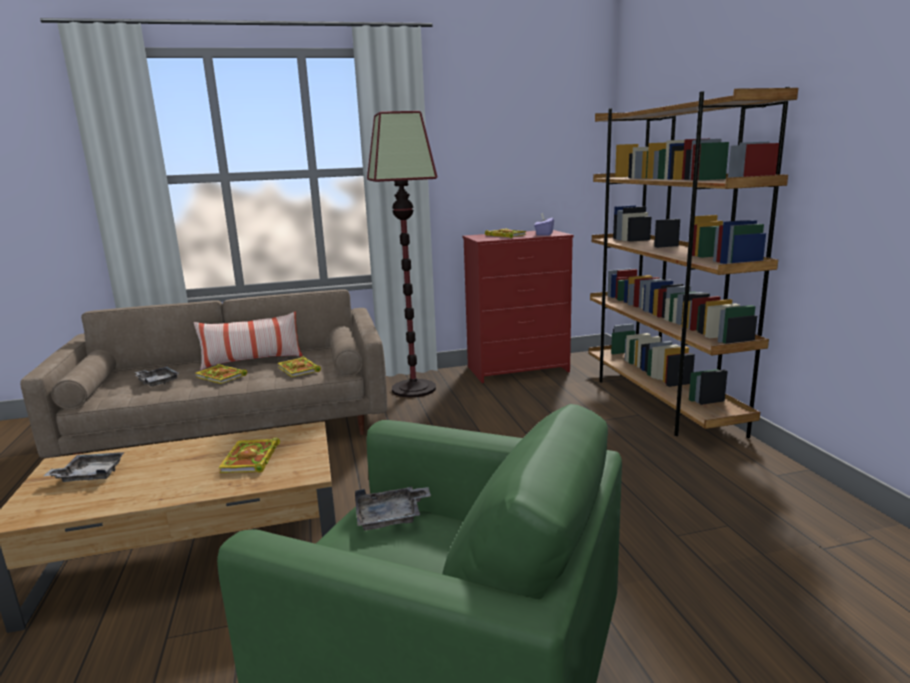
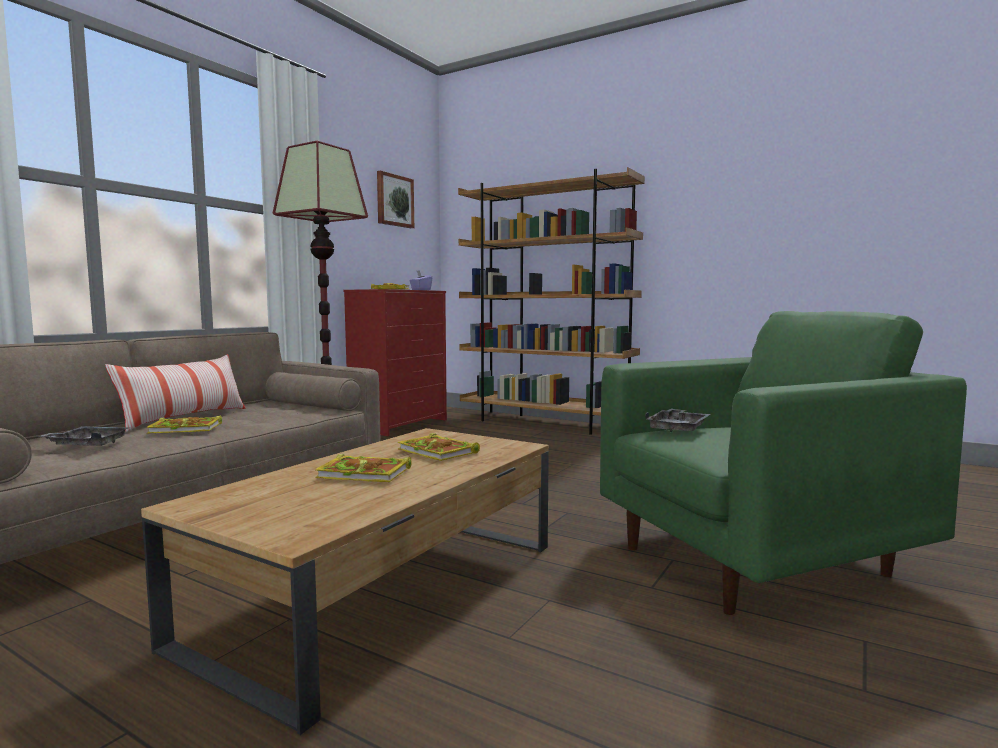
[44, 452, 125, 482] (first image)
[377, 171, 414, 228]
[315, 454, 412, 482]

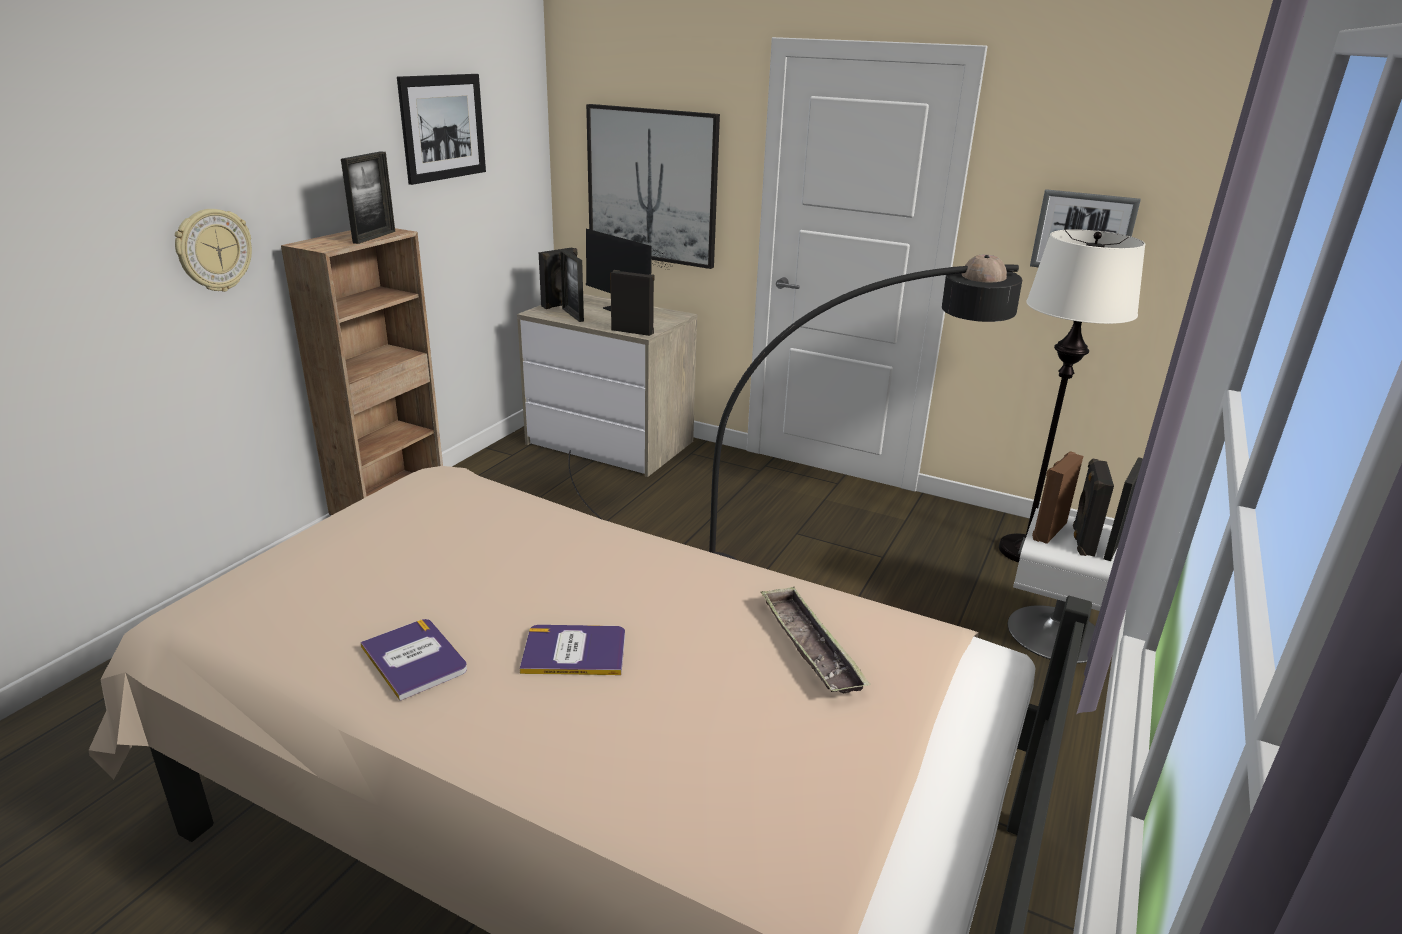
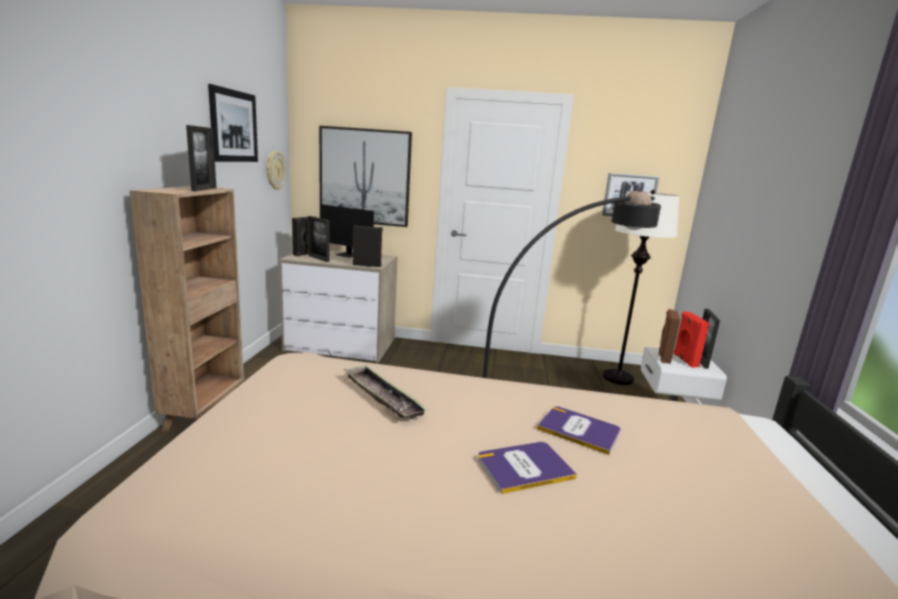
[266, 151, 286, 190]
[537, 406, 621, 455]
[344, 365, 429, 418]
[674, 311, 710, 368]

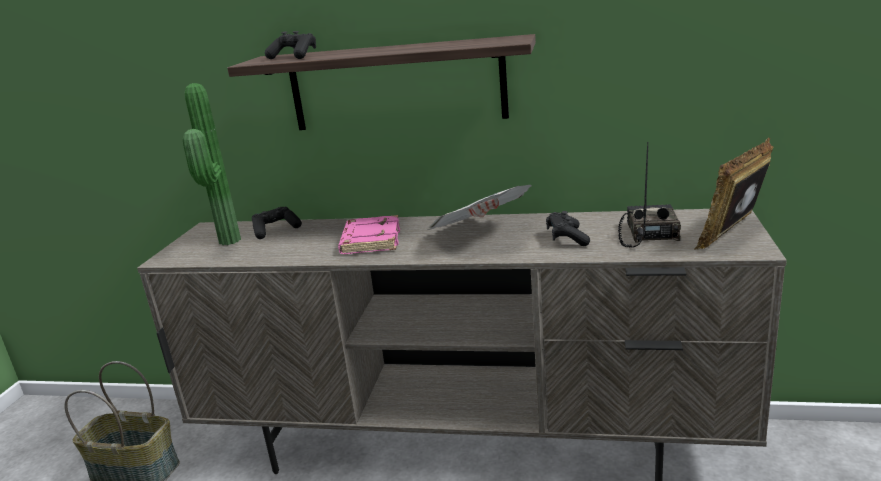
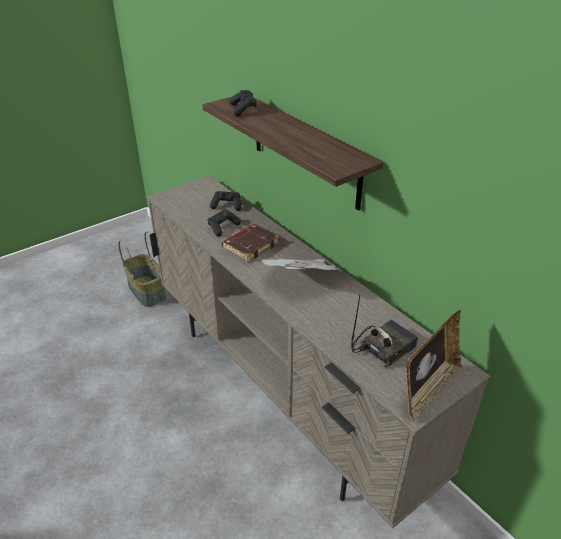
[183, 83, 241, 245] (first image)
[207, 210, 241, 236]
[222, 224, 279, 262]
[406, 310, 462, 422]

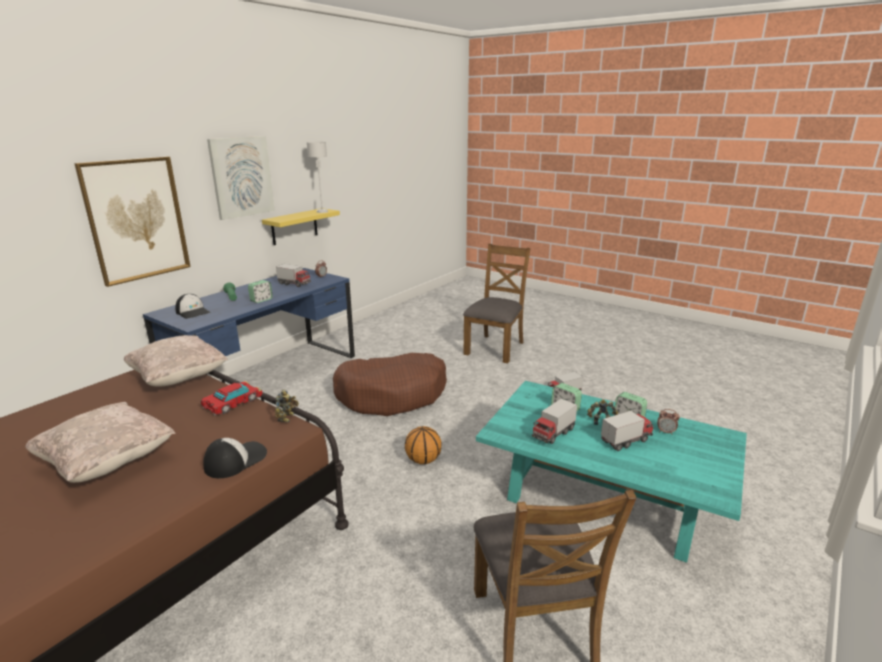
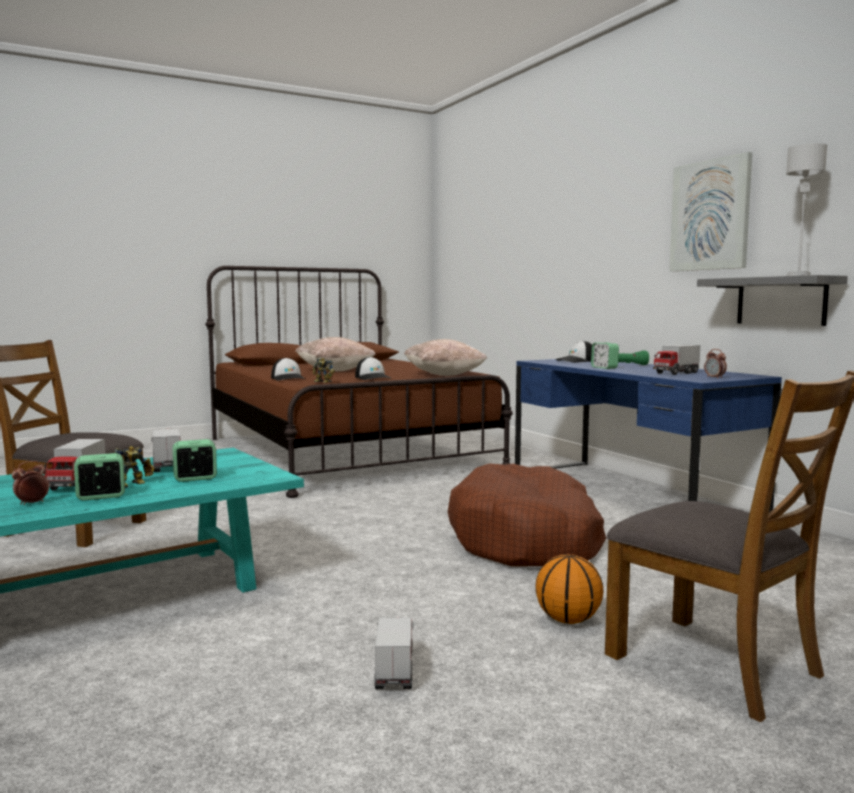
[74, 156, 190, 287] (first image)
[535, 554, 603, 624]
[355, 357, 391, 380]
[697, 275, 848, 326]

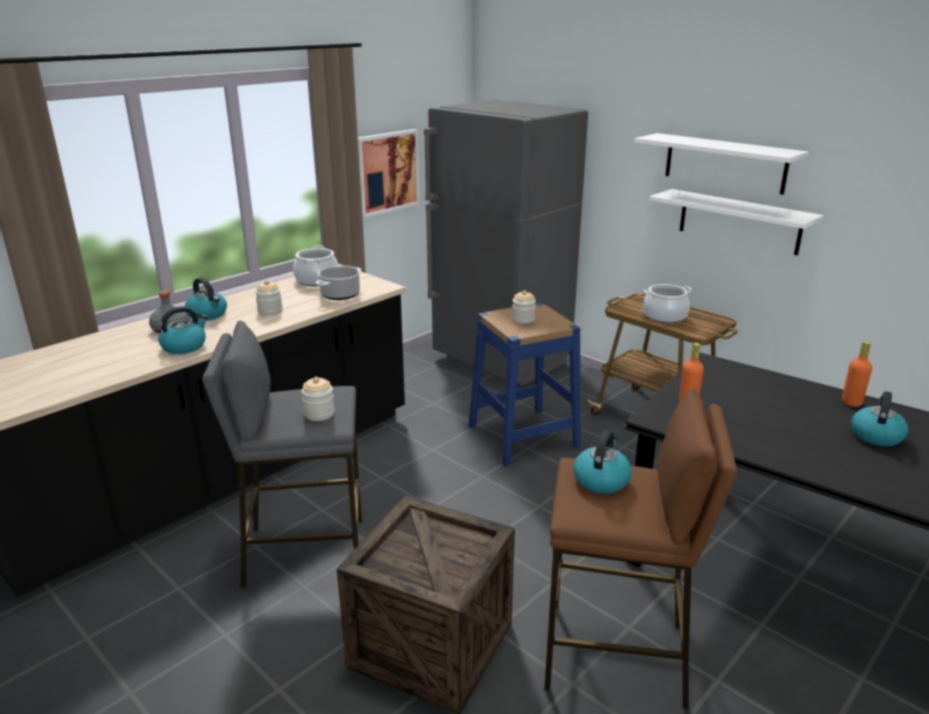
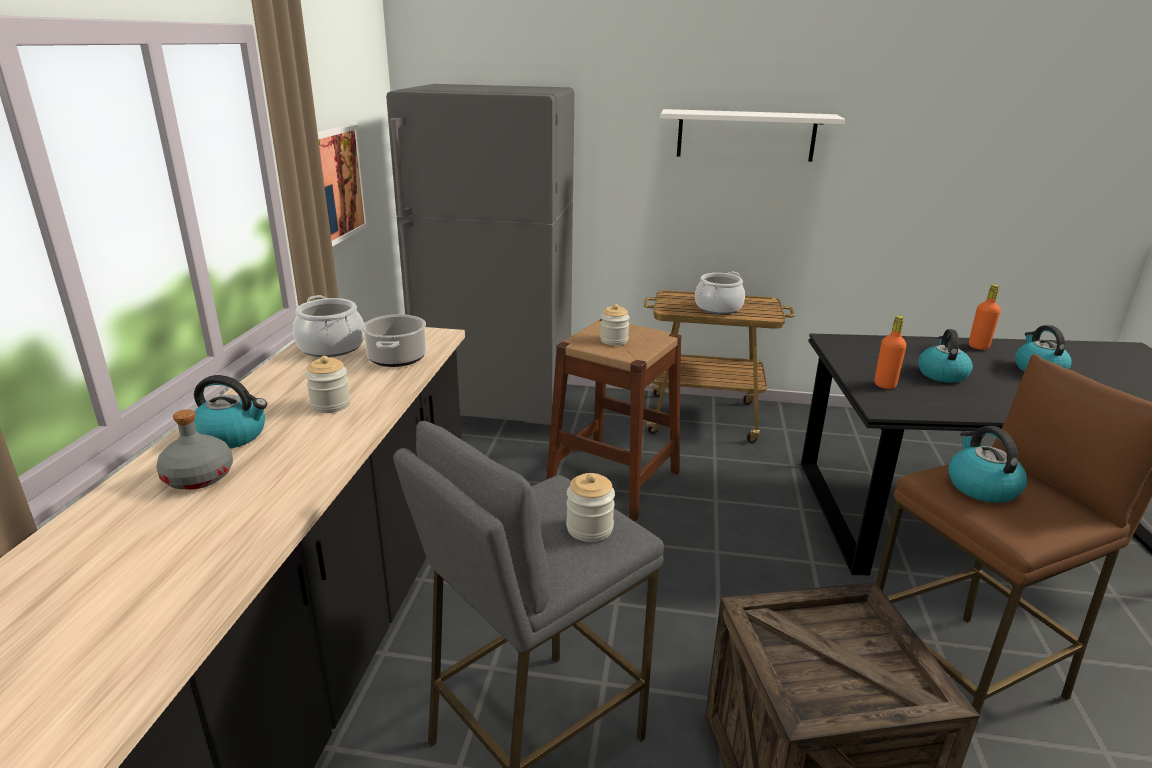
[650, 189, 823, 255] (first image)
[918, 329, 973, 383]
[546, 319, 681, 521]

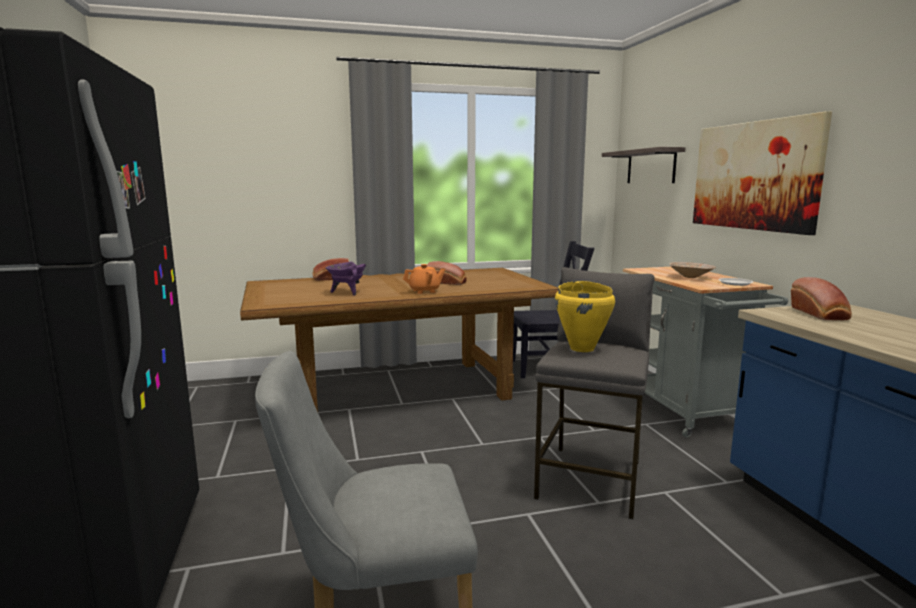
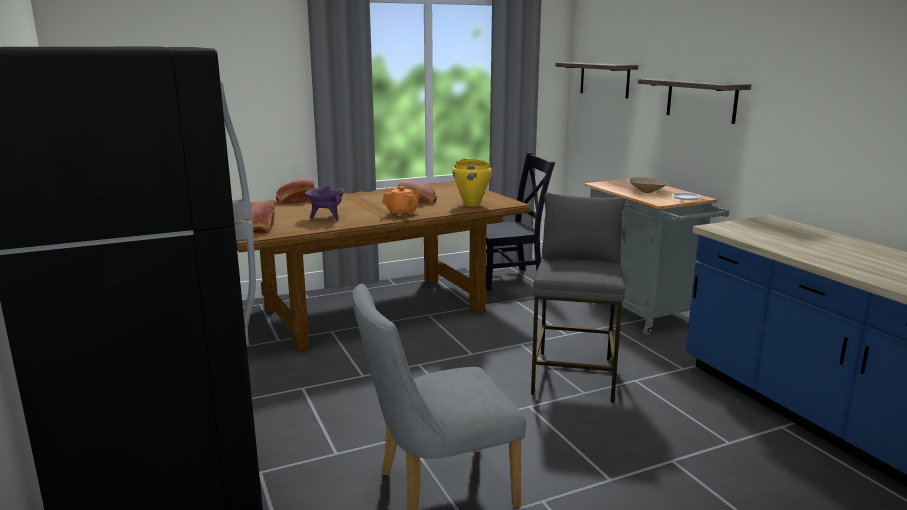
[453, 159, 492, 207]
[248, 201, 275, 234]
[638, 78, 751, 124]

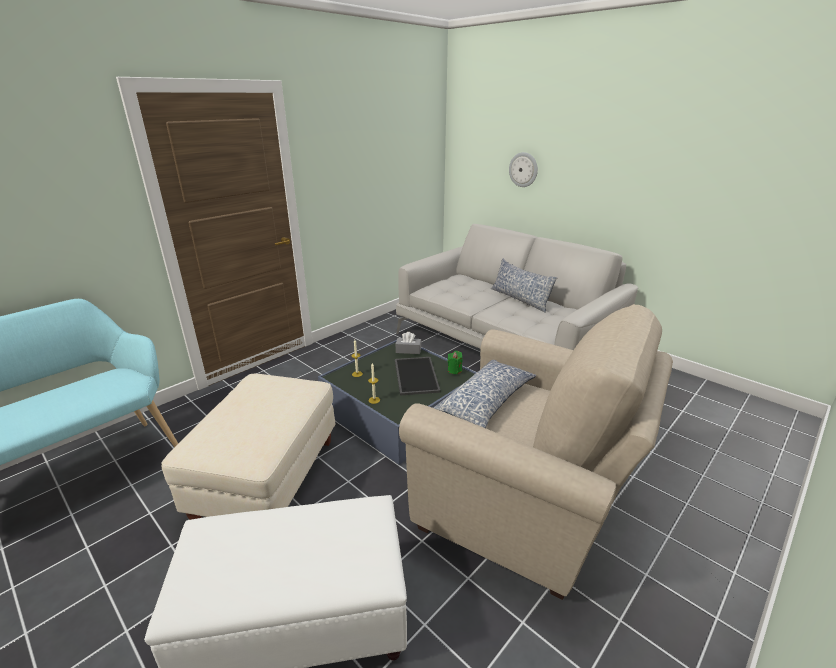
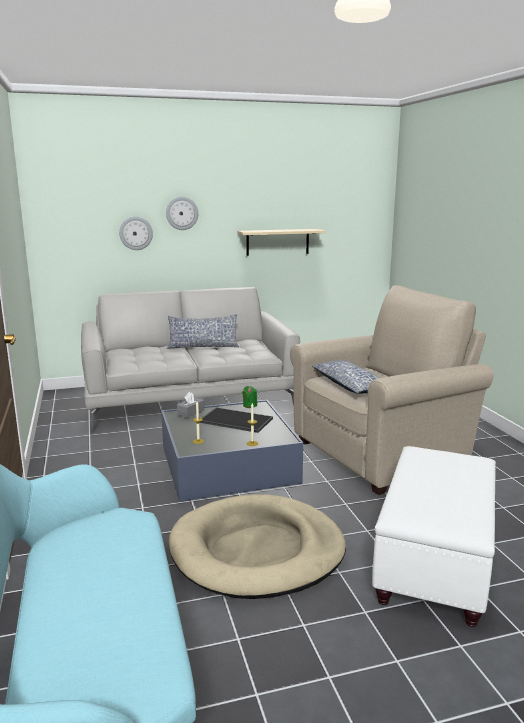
[166, 197, 198, 230]
[237, 229, 326, 256]
[169, 494, 346, 599]

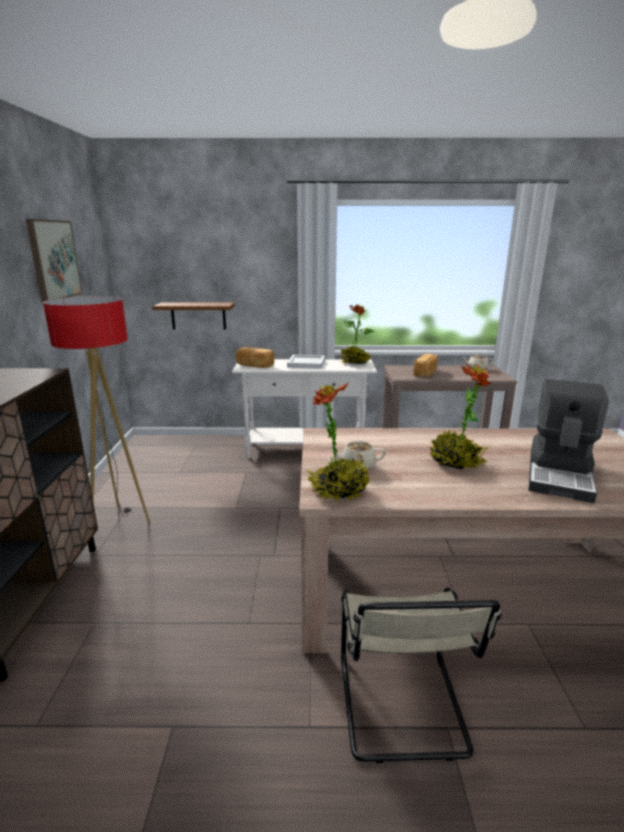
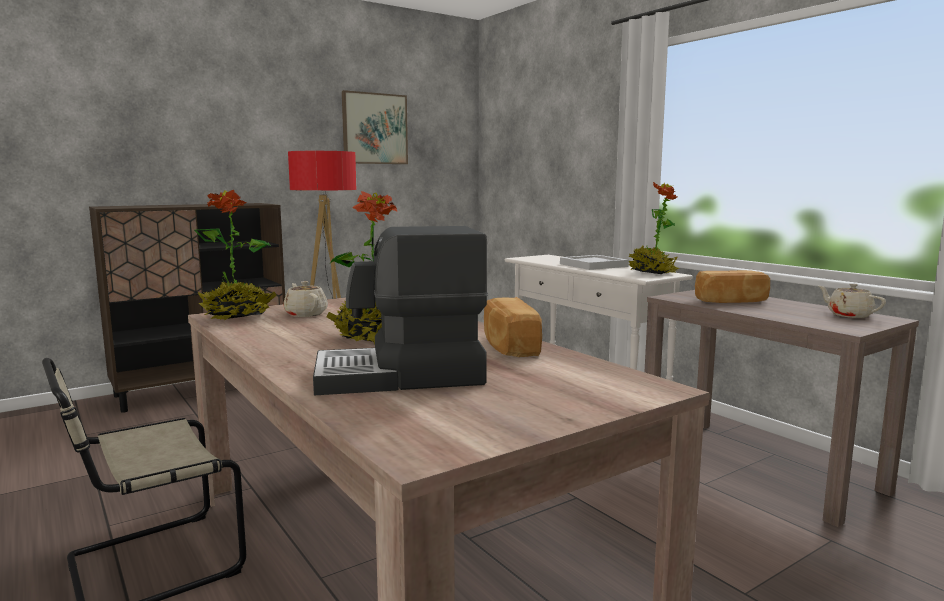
[152, 303, 235, 330] (first image)
[484, 297, 542, 357]

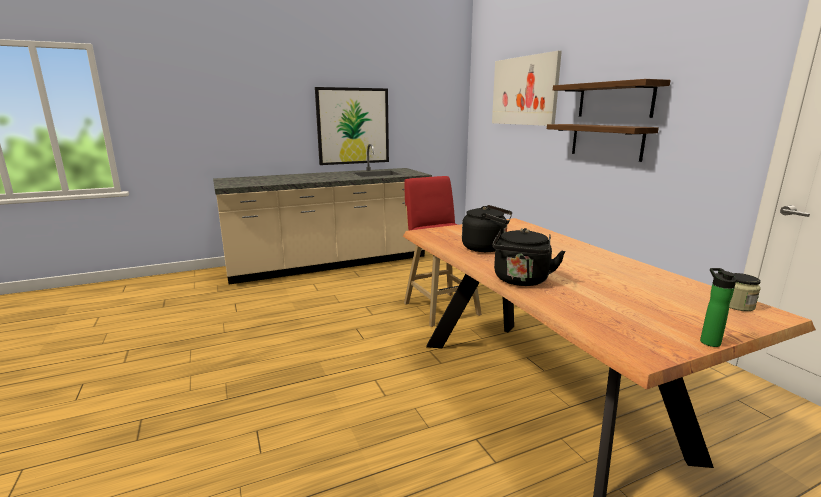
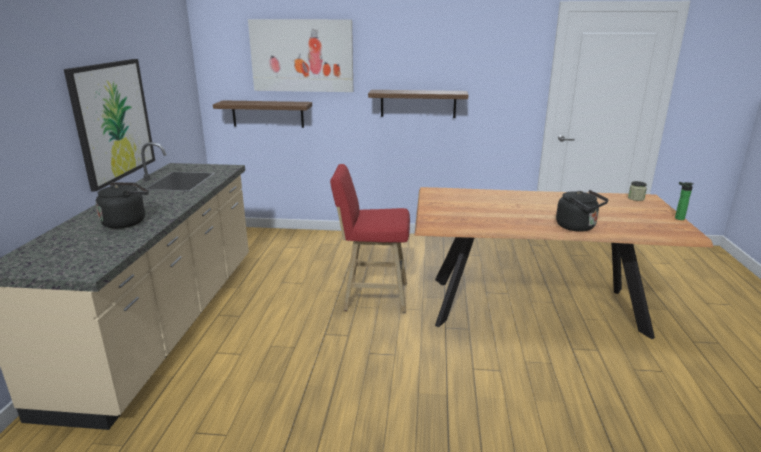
[96, 182, 149, 229]
[213, 100, 312, 128]

